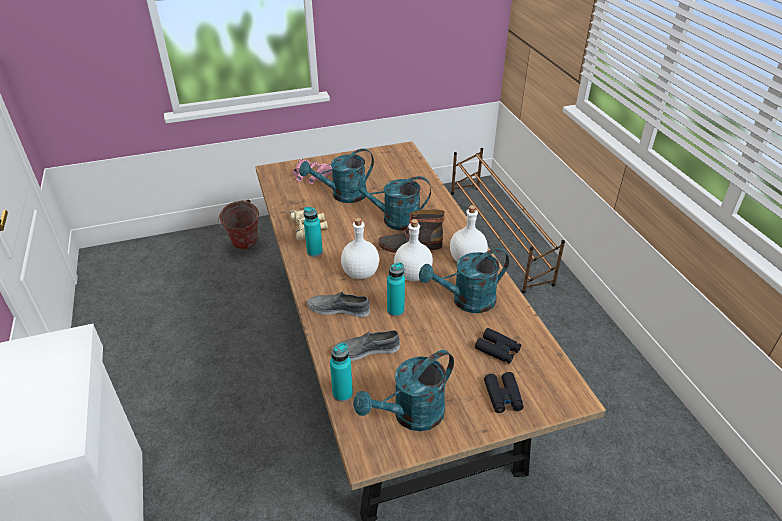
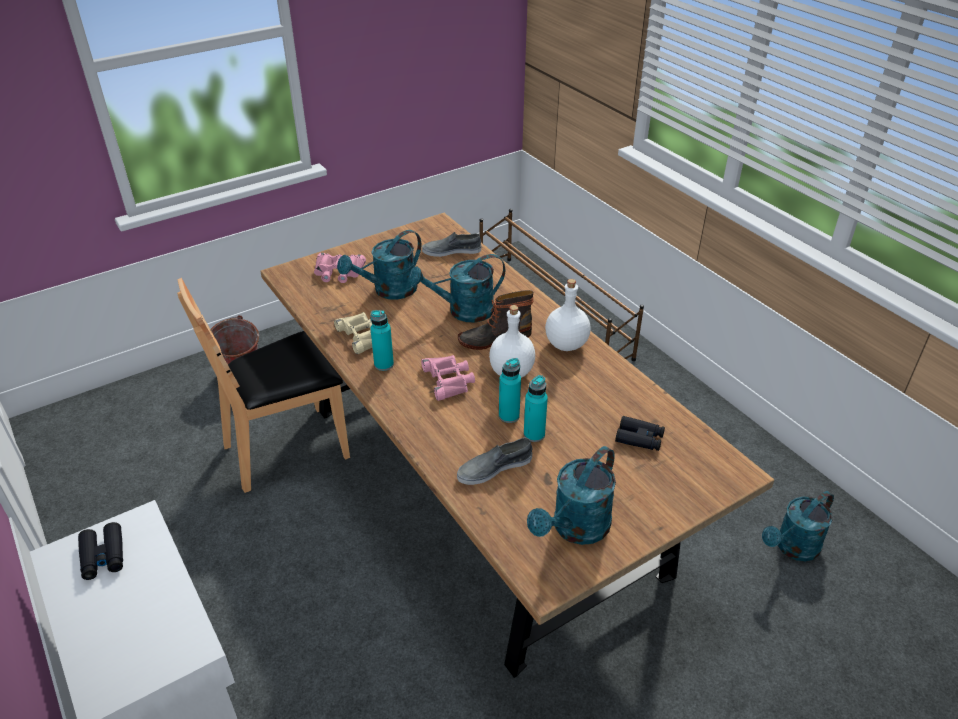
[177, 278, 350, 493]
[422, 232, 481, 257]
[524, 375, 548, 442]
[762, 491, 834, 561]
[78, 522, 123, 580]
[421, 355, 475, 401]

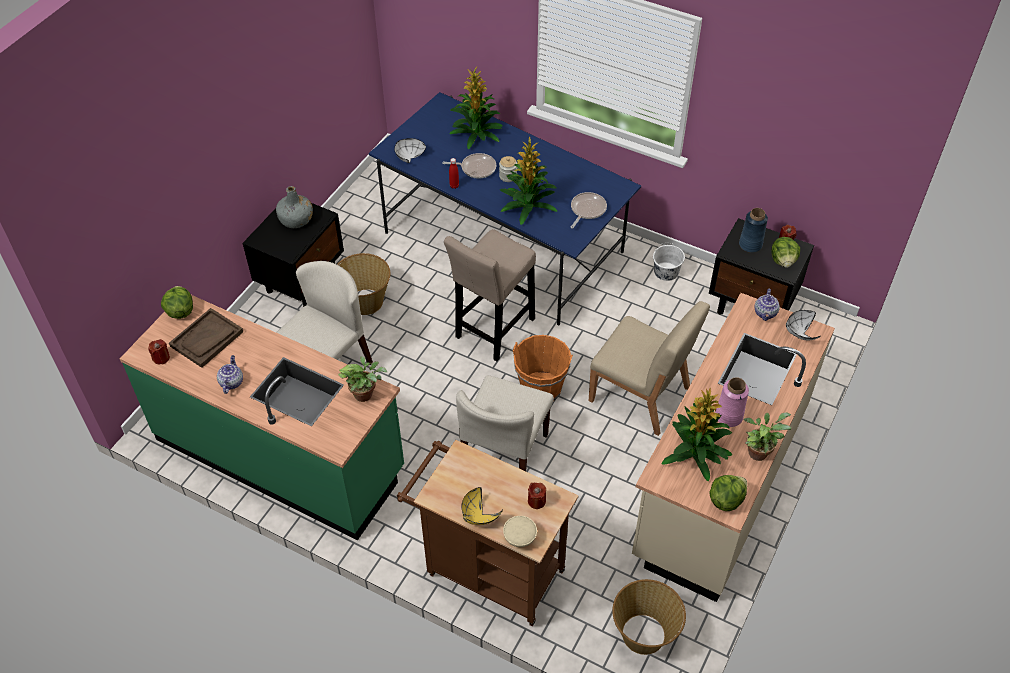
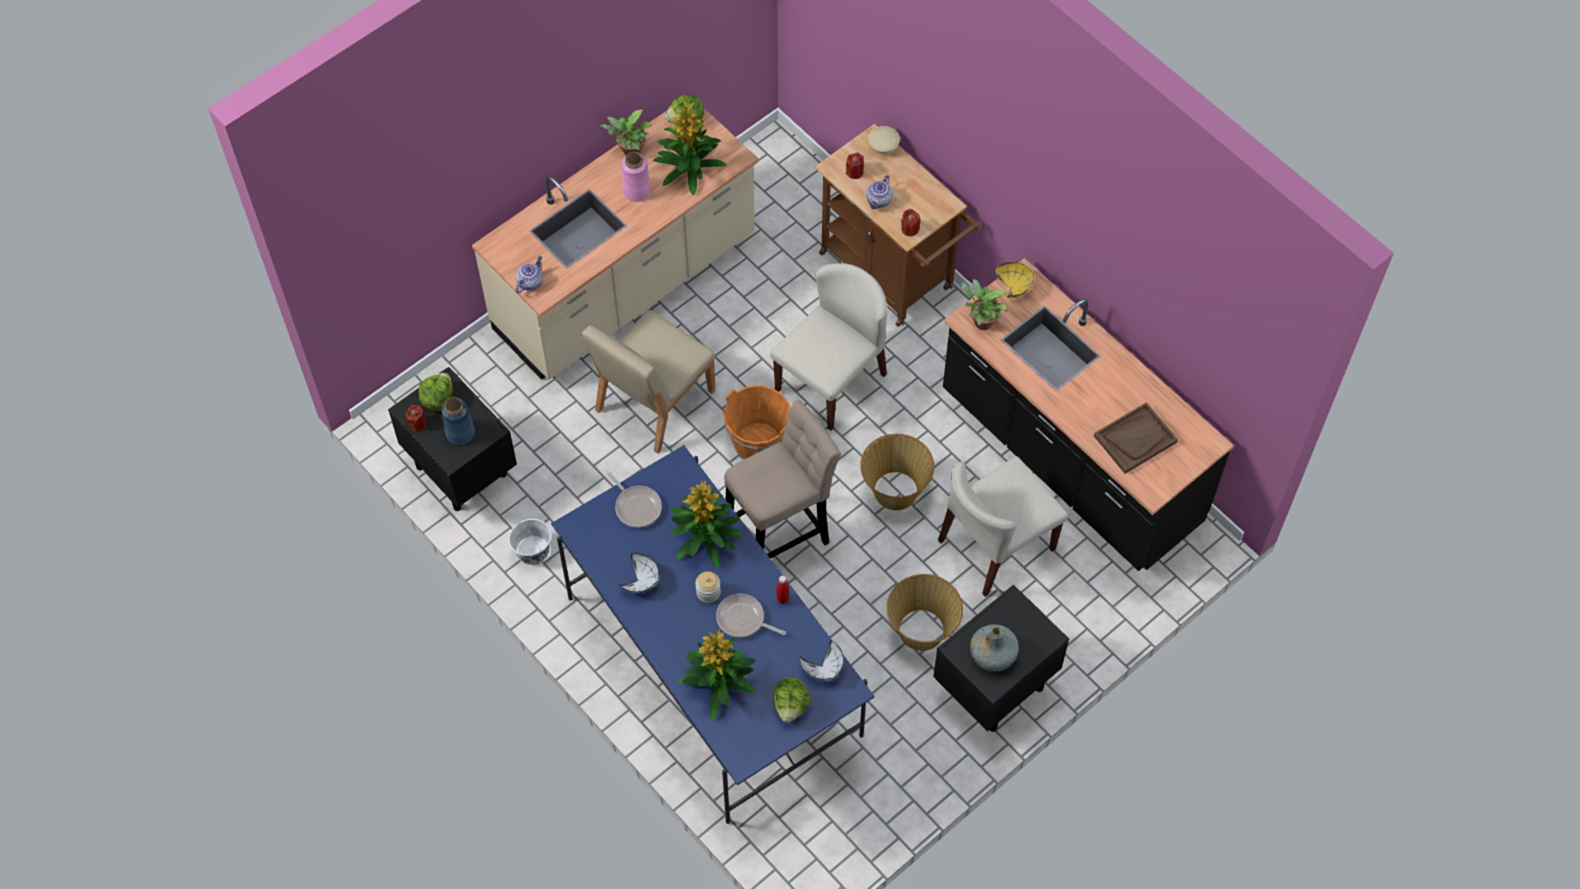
[901, 209, 920, 236]
[773, 678, 811, 723]
[866, 175, 893, 209]
[994, 262, 1034, 298]
[860, 434, 934, 510]
[618, 553, 660, 593]
[943, 258, 1234, 571]
[607, 472, 662, 528]
[582, 310, 715, 454]

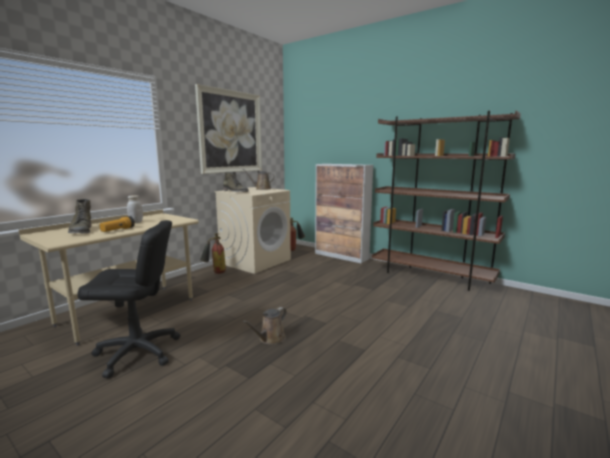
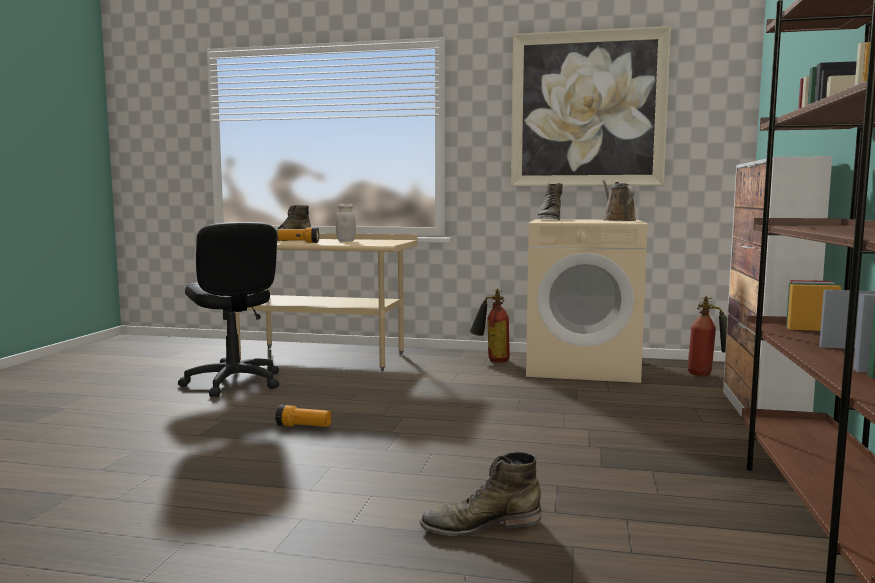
[420, 452, 541, 536]
[275, 405, 331, 427]

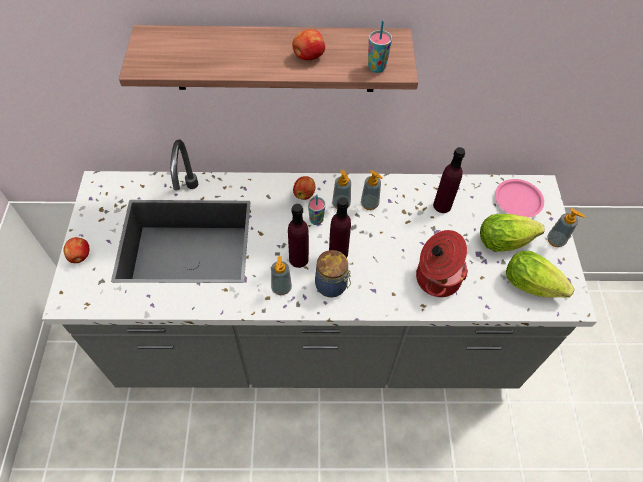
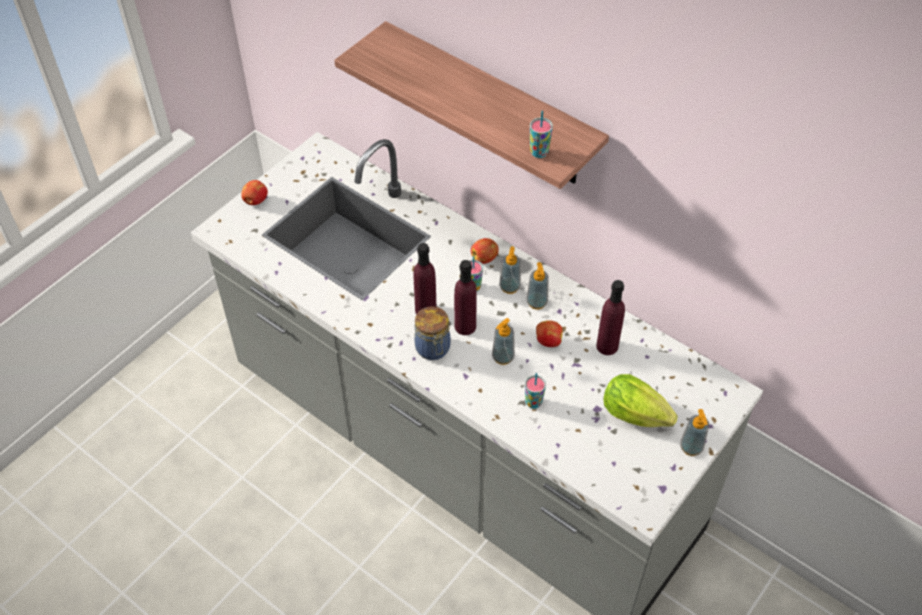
[495, 179, 544, 218] (first image)
[506, 251, 574, 298] (first image)
[492, 318, 515, 365]
[536, 320, 563, 347]
[525, 373, 546, 409]

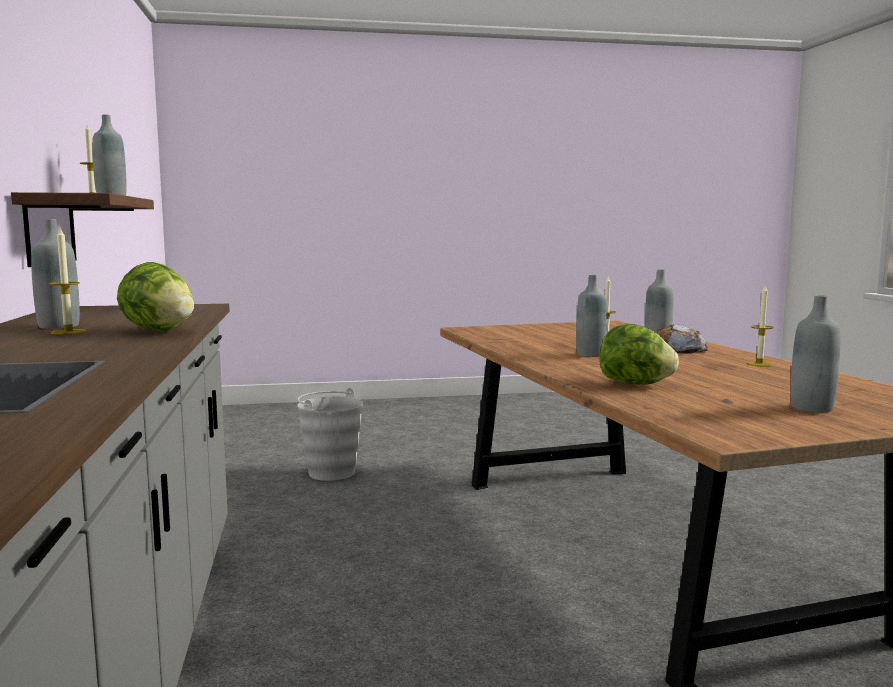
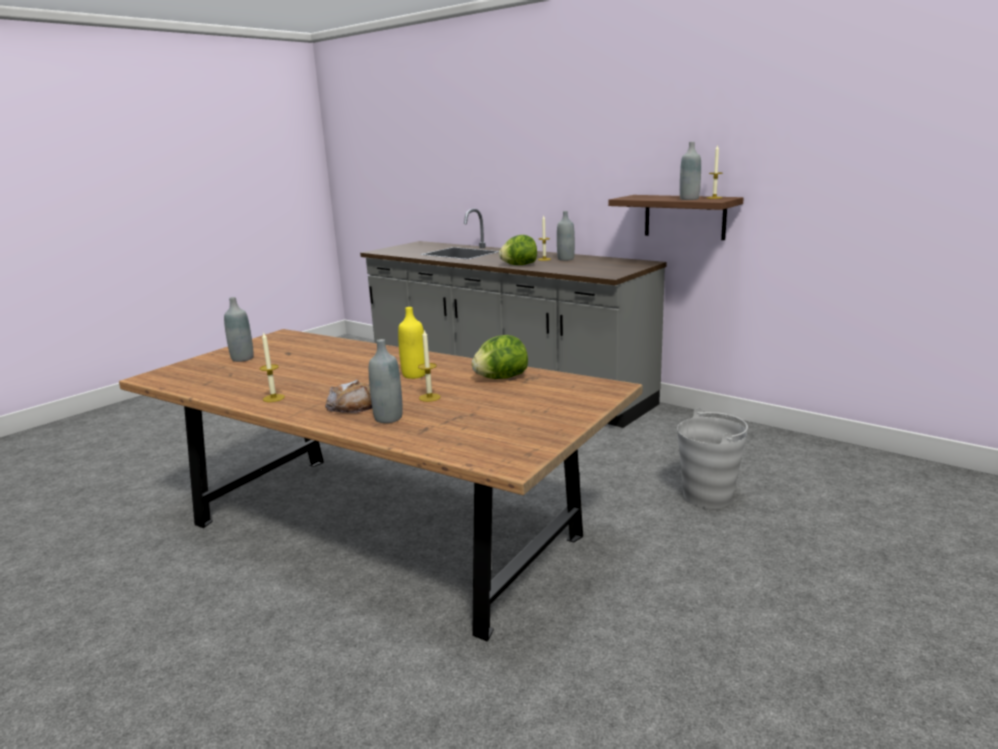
[472, 335, 528, 379]
[398, 307, 425, 379]

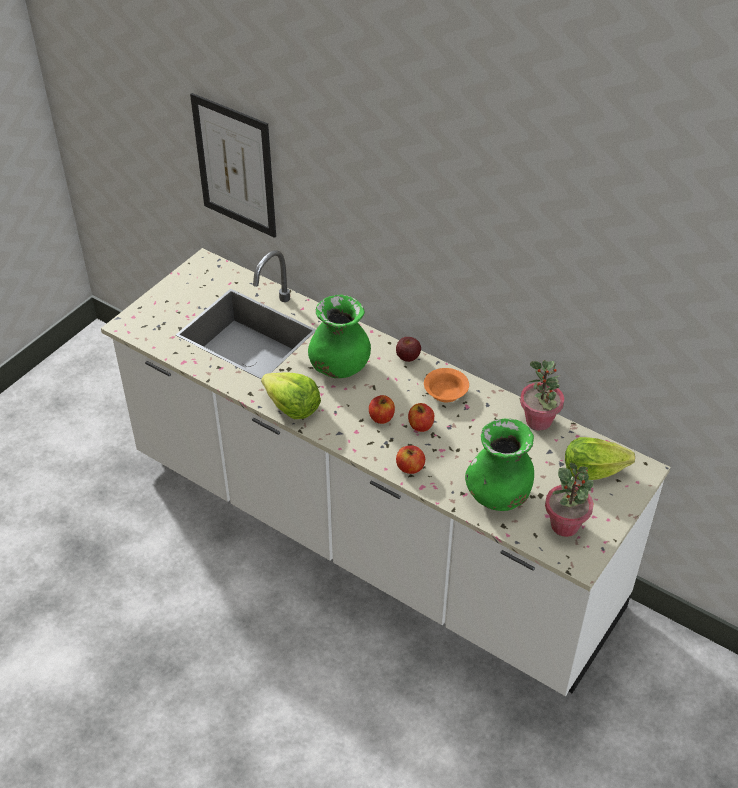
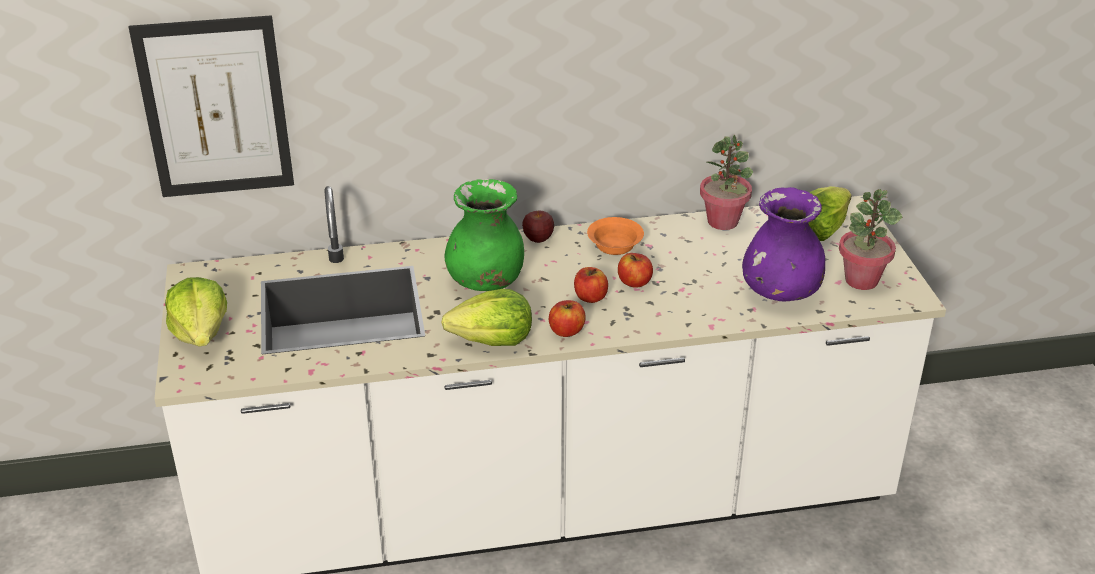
[165, 277, 227, 347]
[549, 300, 586, 337]
[742, 187, 825, 301]

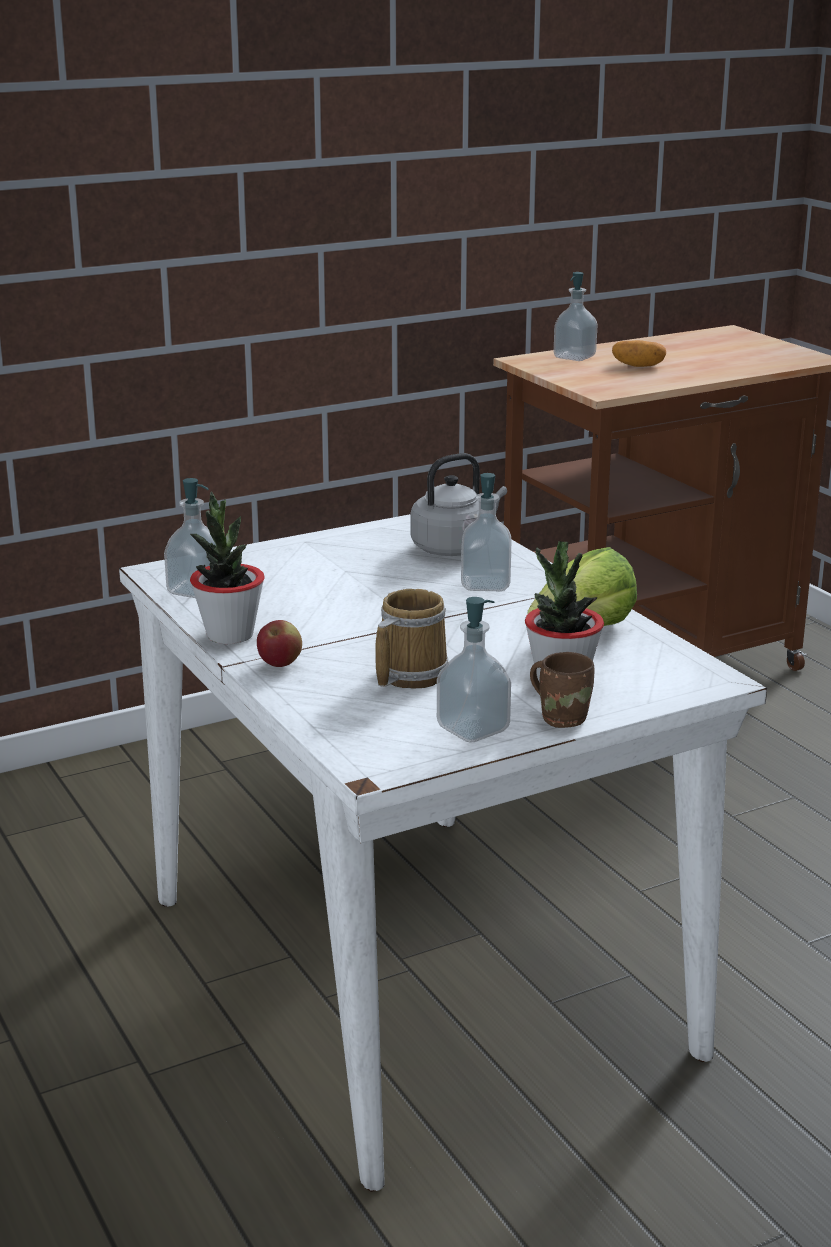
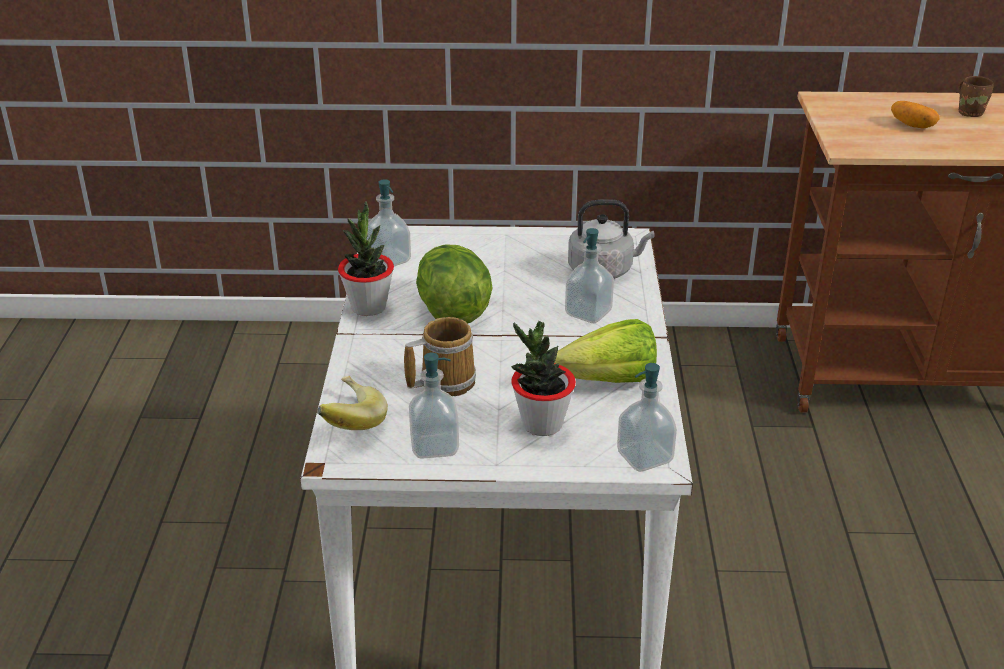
[257, 620, 302, 667] (first image)
[317, 376, 388, 430]
[416, 245, 493, 323]
[958, 76, 994, 117]
[617, 363, 677, 472]

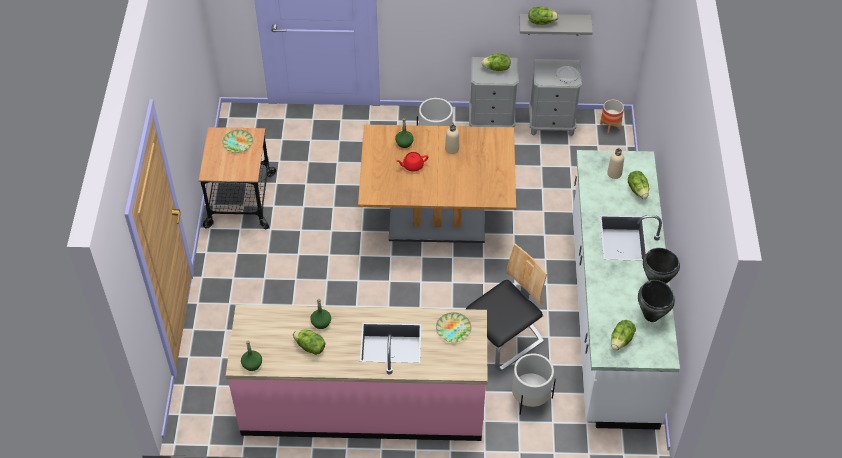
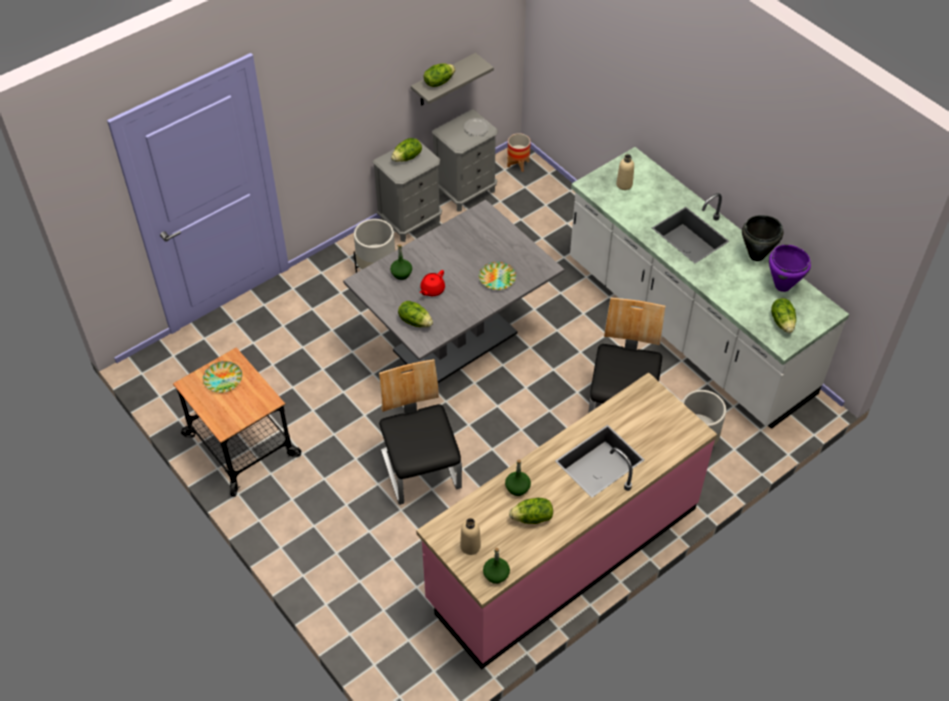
[379, 359, 462, 505]
[479, 262, 516, 290]
[460, 518, 481, 555]
[398, 301, 433, 327]
[343, 199, 564, 383]
[769, 245, 811, 292]

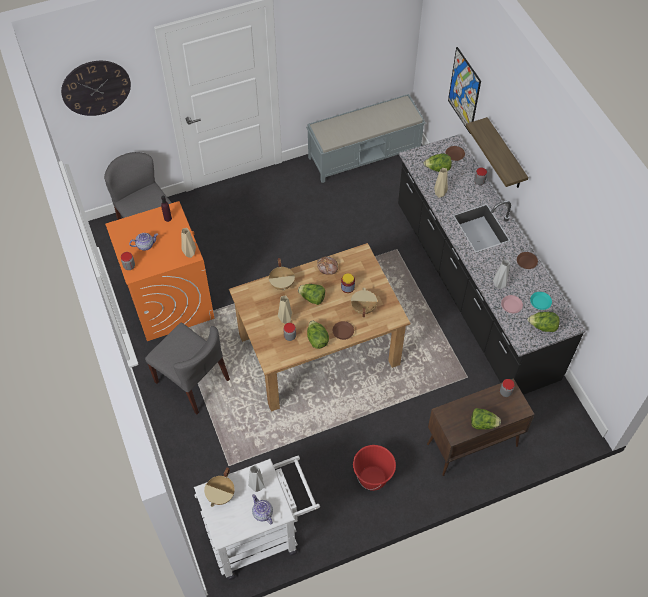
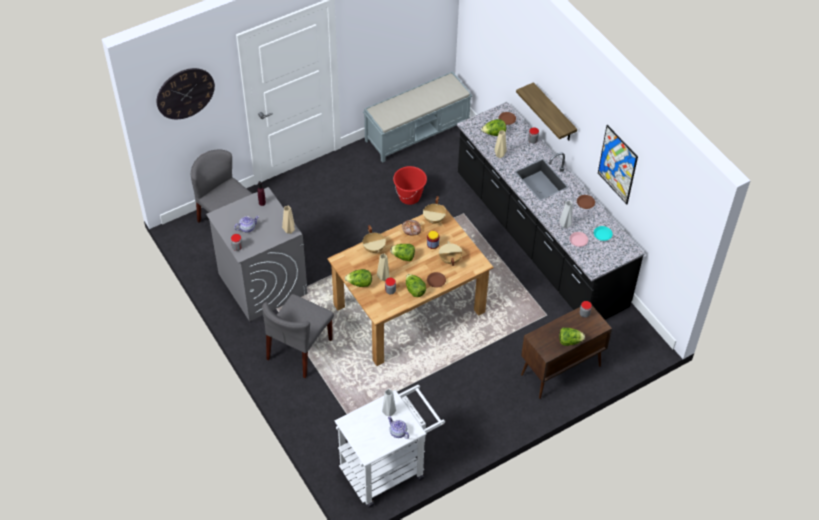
[423, 196, 446, 224]
[393, 166, 427, 205]
[598, 125, 638, 204]
[345, 269, 372, 287]
[206, 187, 308, 321]
[262, 294, 334, 378]

